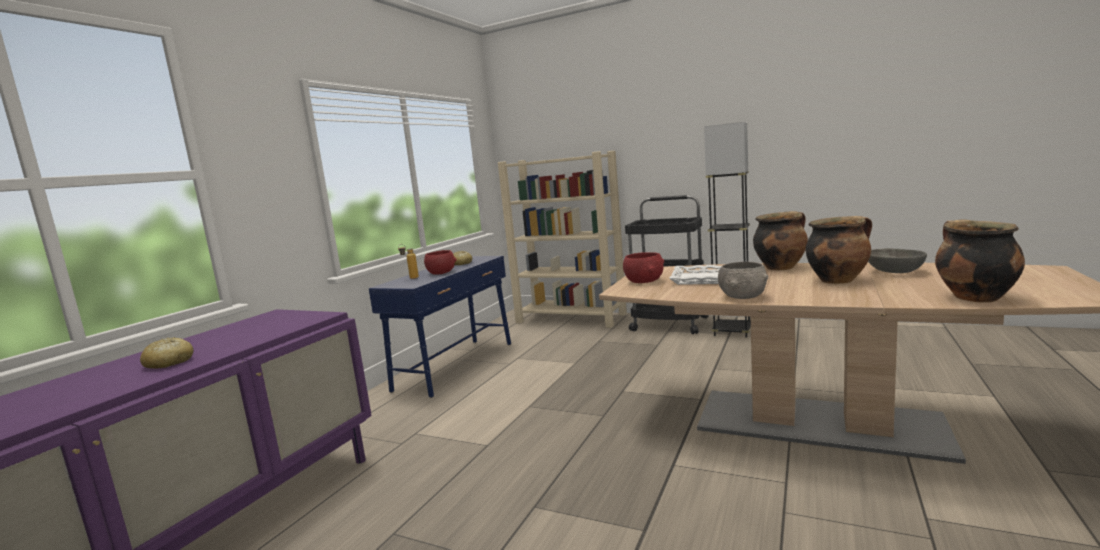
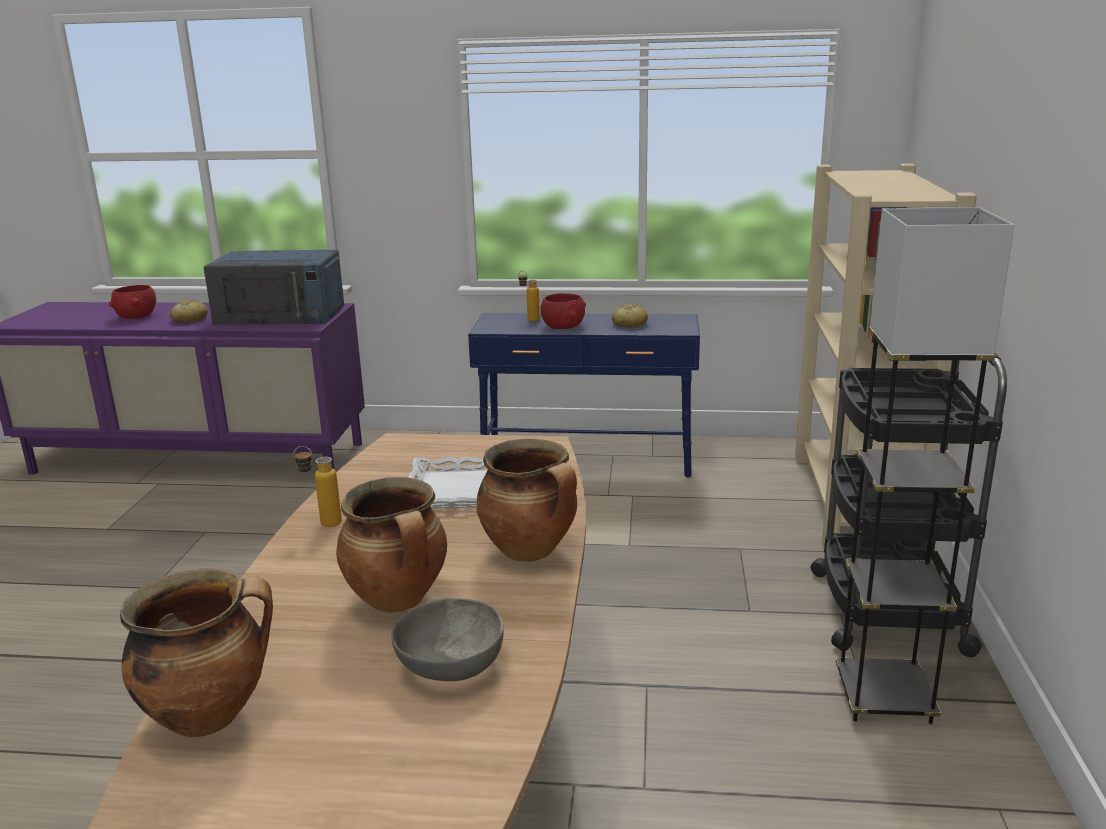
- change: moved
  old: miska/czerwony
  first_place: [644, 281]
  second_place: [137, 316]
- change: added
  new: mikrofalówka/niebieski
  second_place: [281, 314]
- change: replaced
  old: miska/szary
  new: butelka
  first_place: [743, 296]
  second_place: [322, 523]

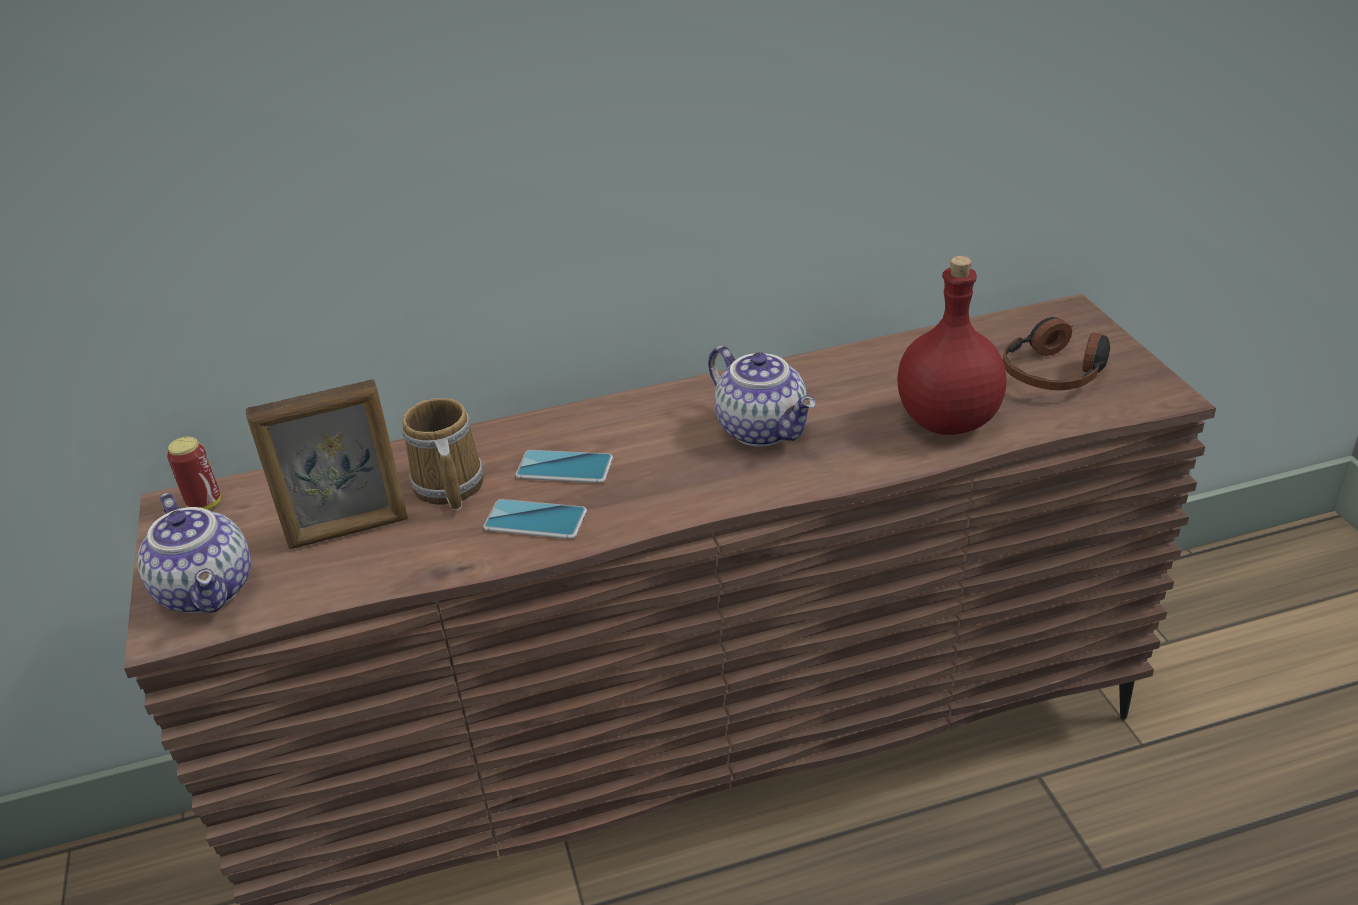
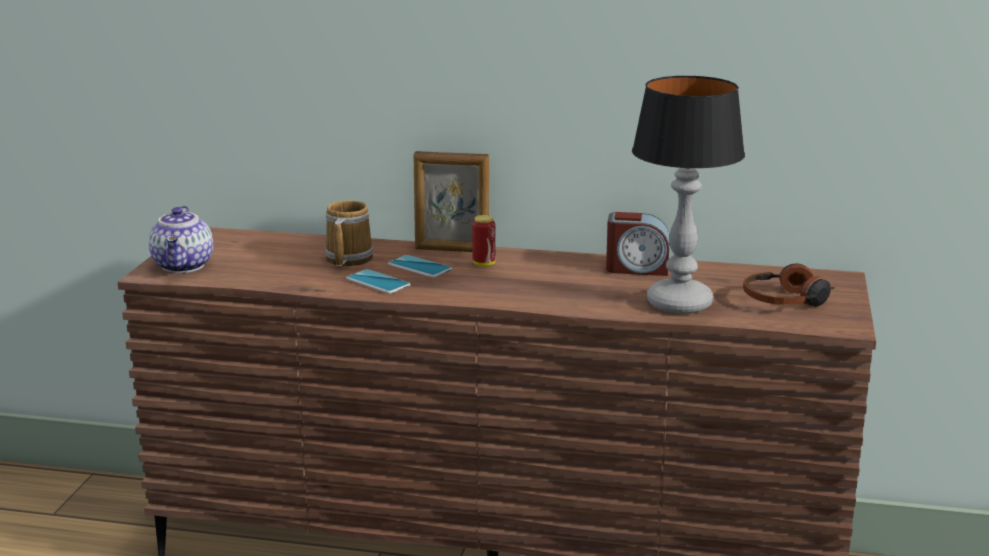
- change: moved
  old: ramka na zdjęcie
  first_place: [349, 531]
  second_place: [451, 250]
- change: moved
  old: puszka
  first_place: [204, 504]
  second_place: [484, 264]
- change: added
  new: budzik
  second_place: [637, 268]
- change: replaced
  old: butelka/czerwony
  new: lampa stołowa
  first_place: [948, 422]
  second_place: [678, 304]
- change: removed
  old: imbryk
  first_place: [764, 429]

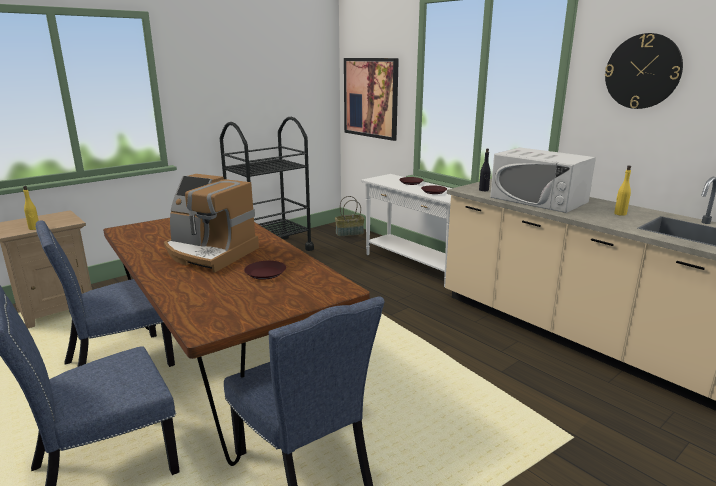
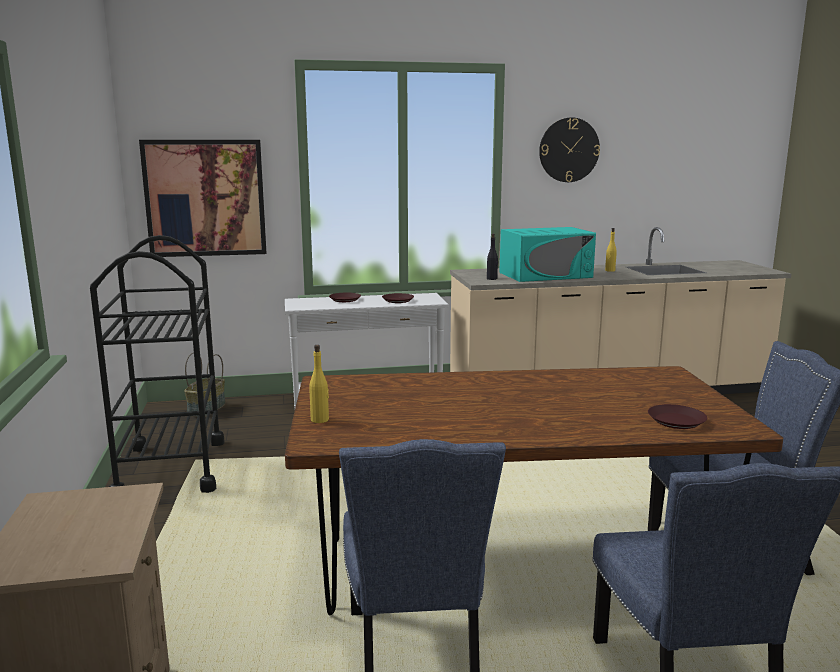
- change: moved
  old: butelka/żółty
  first_place: [34, 228]
  second_place: [320, 420]
- change: recoloured
  old: mikrofalówka/biały
  new: mikrofalówka/turkusowy
  first_place: [538, 199]
  second_place: [545, 275]
- change: moved
  old: talerz/brązowy
  first_place: [266, 273]
  second_place: [676, 421]
- change: removed
  old: ekspres do kawy
  first_place: [209, 253]

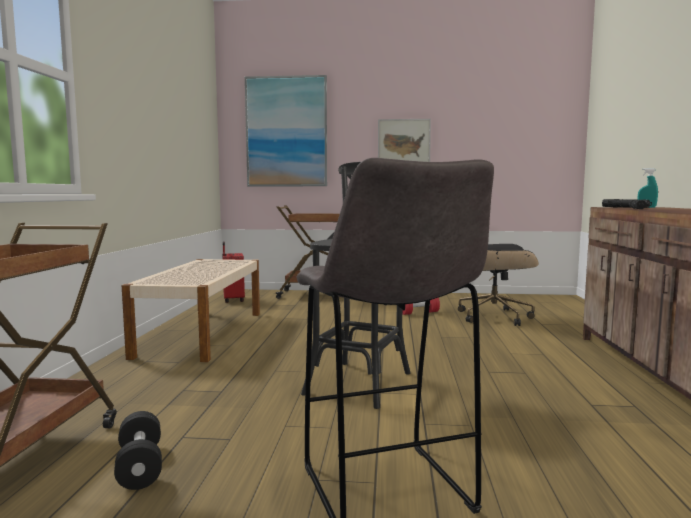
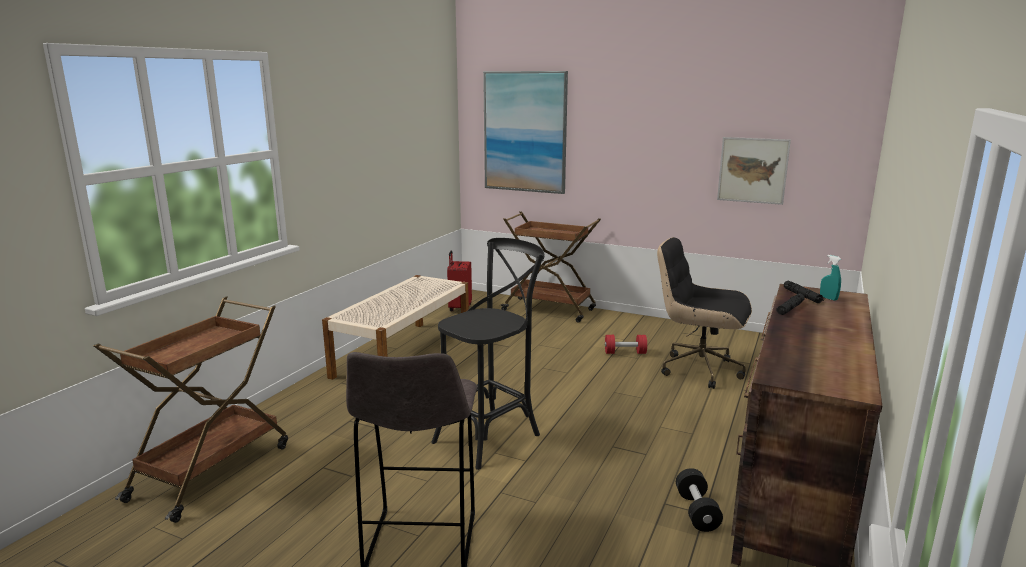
- change: moved
  old: hantel/czarny
  first_place: [140, 466]
  second_place: [697, 511]
- change: moved
  old: obraz
  first_place: [404, 145]
  second_place: [752, 170]

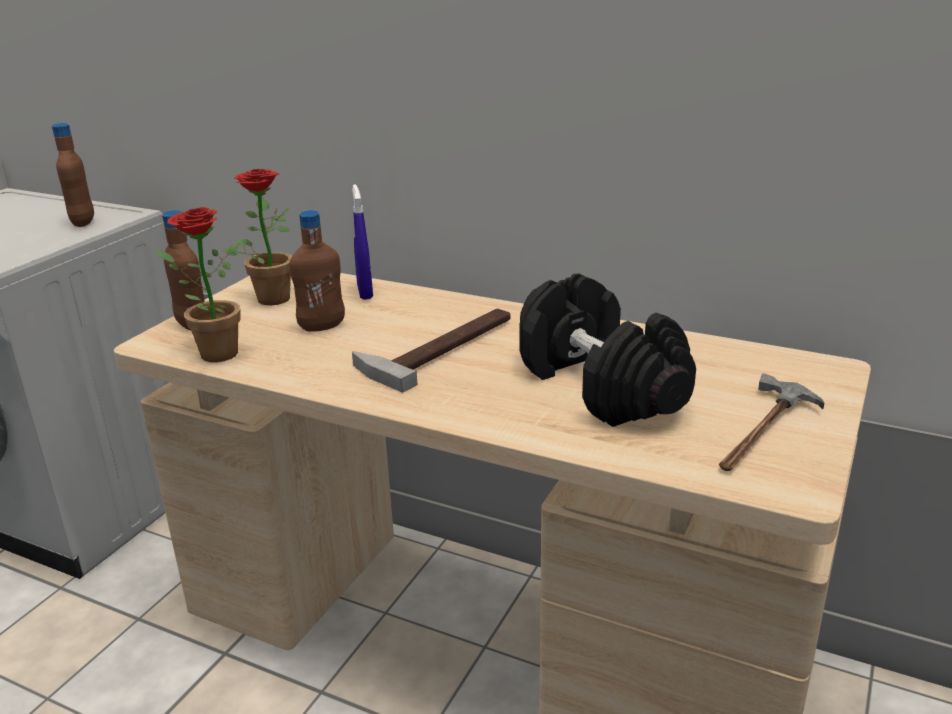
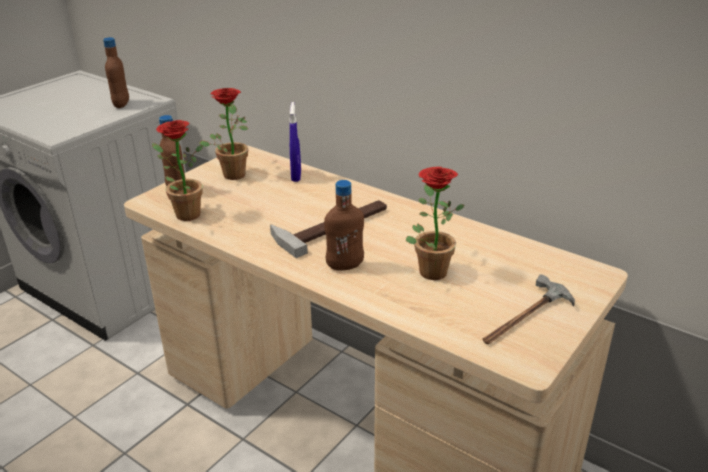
- change: moved
  old: butelka/brązowy
  first_place: [322, 326]
  second_place: [345, 266]
- change: replaced
  old: hantel/czarny
  new: roślina doniczkowa
  first_place: [602, 386]
  second_place: [429, 269]

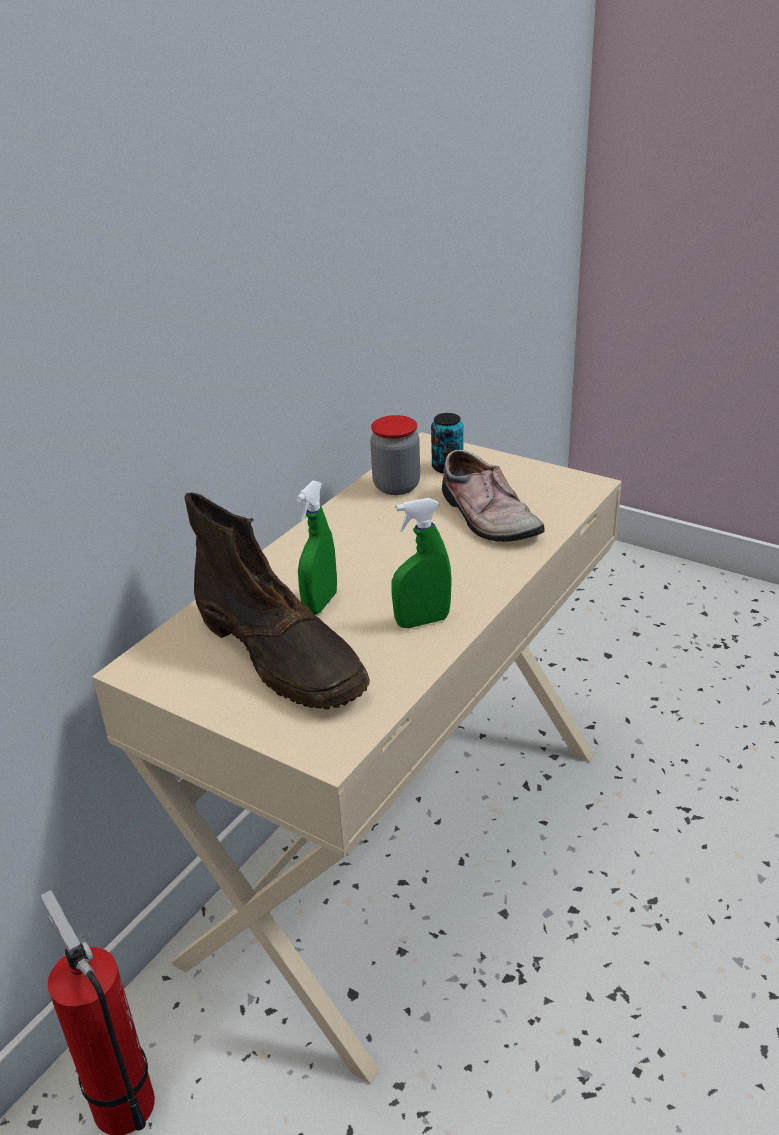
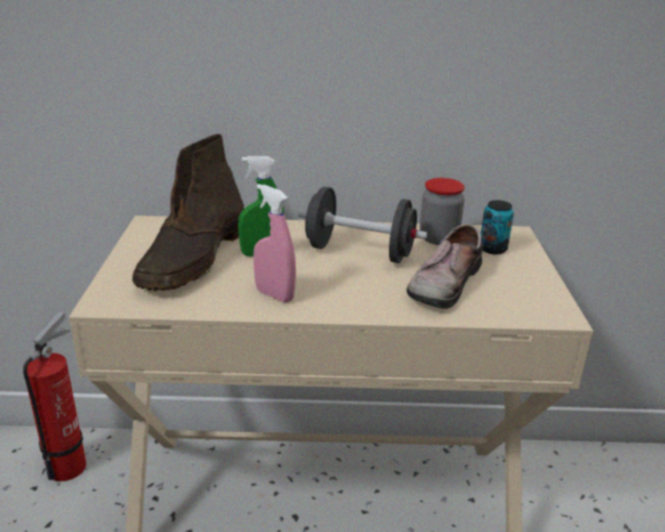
- change: recoloured
  old: spryskiwacz/zielony
  new: spryskiwacz/różowy
  first_place: [422, 621]
  second_place: [274, 295]
- change: added
  new: hantel/czarny
  second_place: [359, 252]

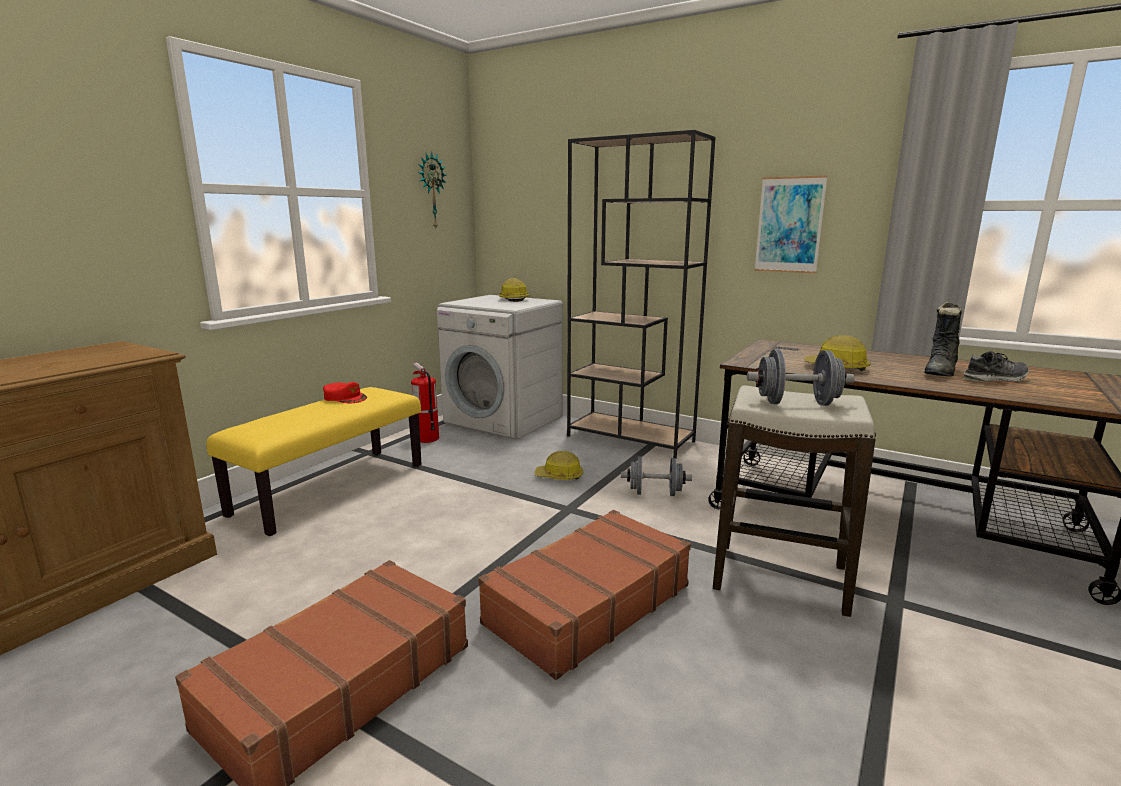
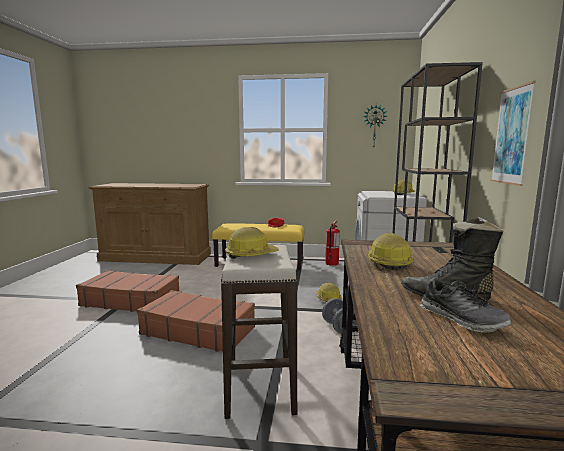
- change: replaced
  old: hantel/szary
  new: kask
  first_place: [796, 403]
  second_place: [251, 255]

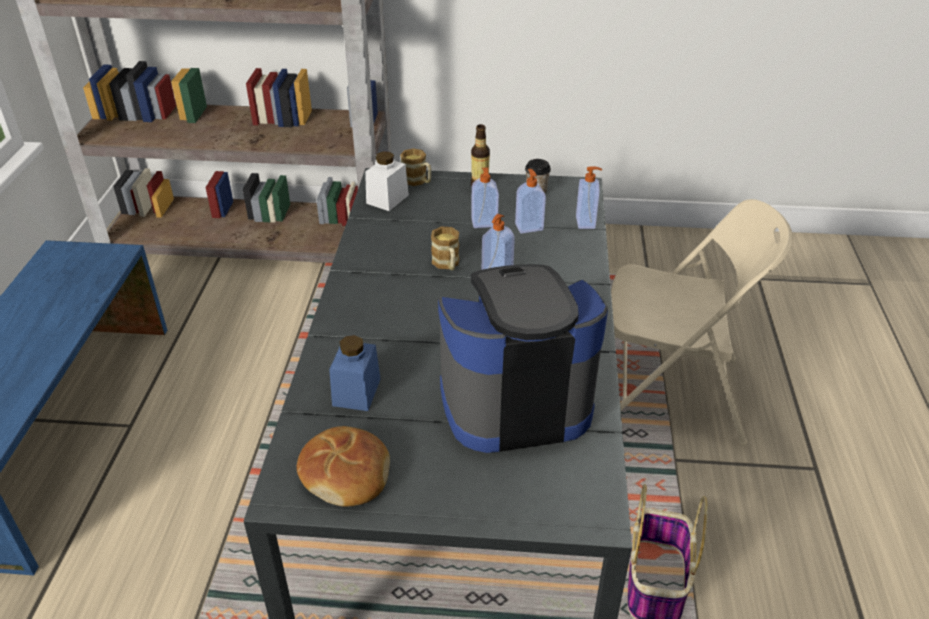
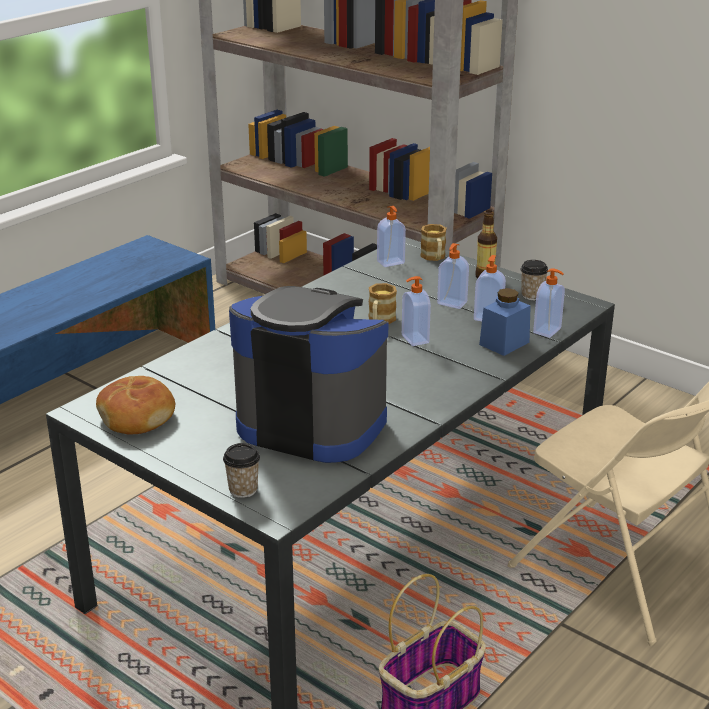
- change: added
  new: filiżanka
  second_place: [243, 489]
- change: replaced
  old: słoik/biały
  new: dozownik mydła
  first_place: [387, 199]
  second_place: [391, 262]
- change: moved
  old: słoik/niebieski
  first_place: [356, 392]
  second_place: [504, 343]

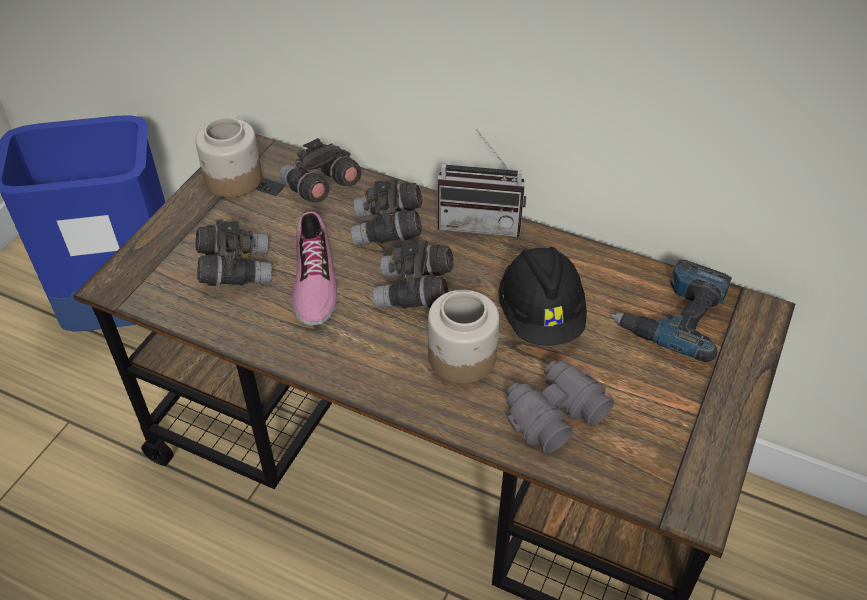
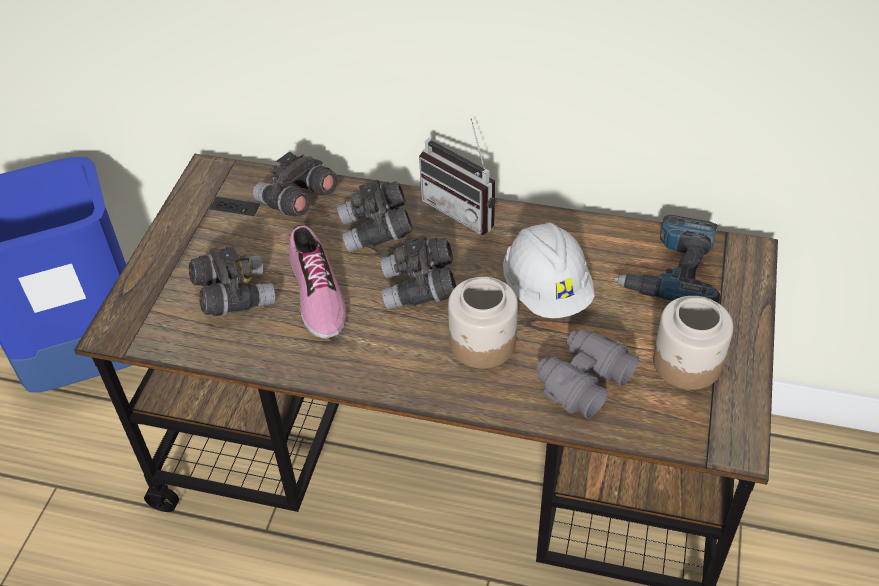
- change: turned
  old: radio
  first_place: [480, 222]
  second_place: [464, 209]
  degrees: 45
- change: recoloured
  old: kask/czarny
  new: kask/biały
  first_place: [541, 316]
  second_place: [546, 291]
- change: moved
  old: słoik
  first_place: [233, 179]
  second_place: [687, 364]

